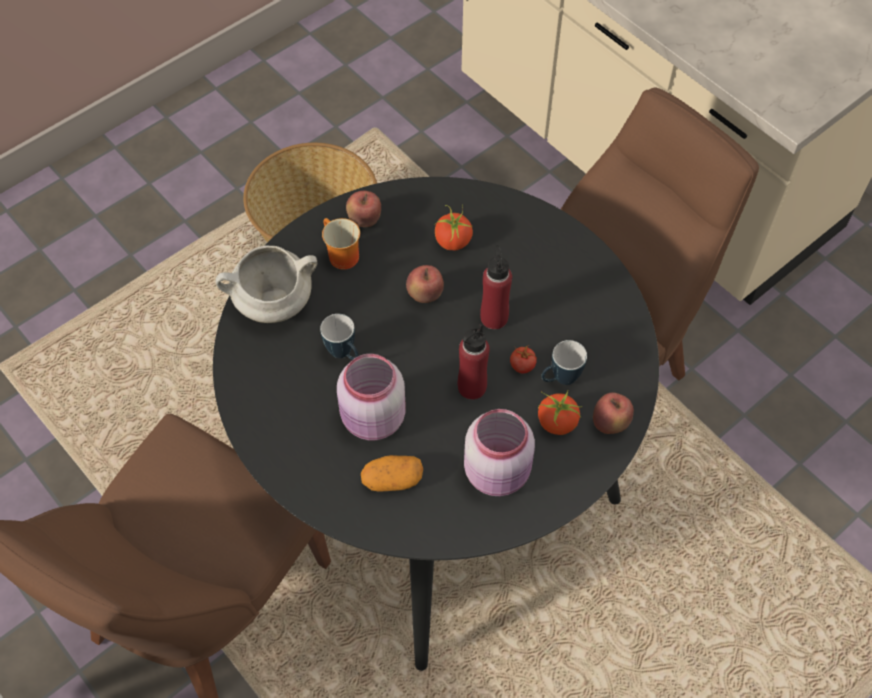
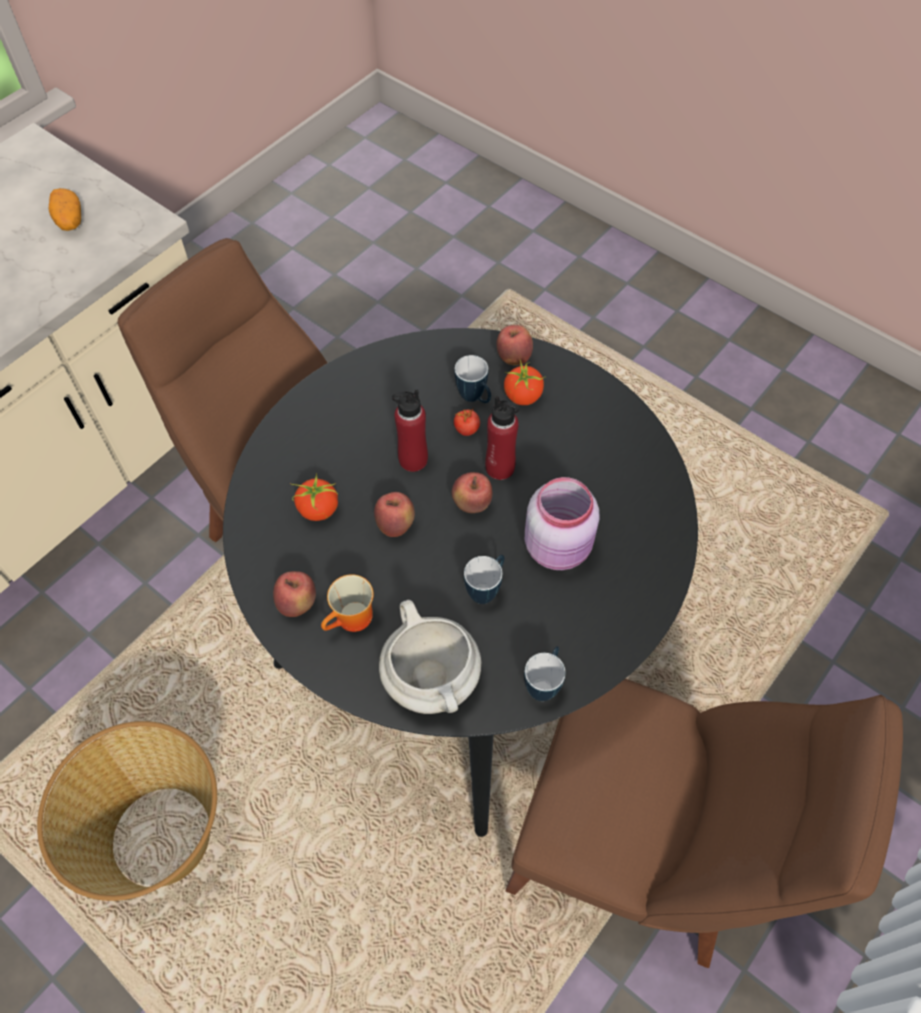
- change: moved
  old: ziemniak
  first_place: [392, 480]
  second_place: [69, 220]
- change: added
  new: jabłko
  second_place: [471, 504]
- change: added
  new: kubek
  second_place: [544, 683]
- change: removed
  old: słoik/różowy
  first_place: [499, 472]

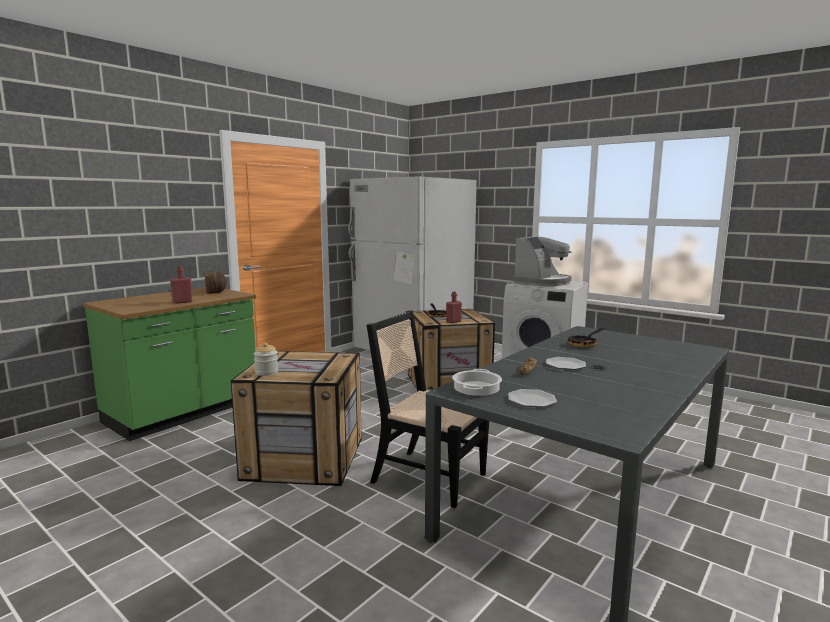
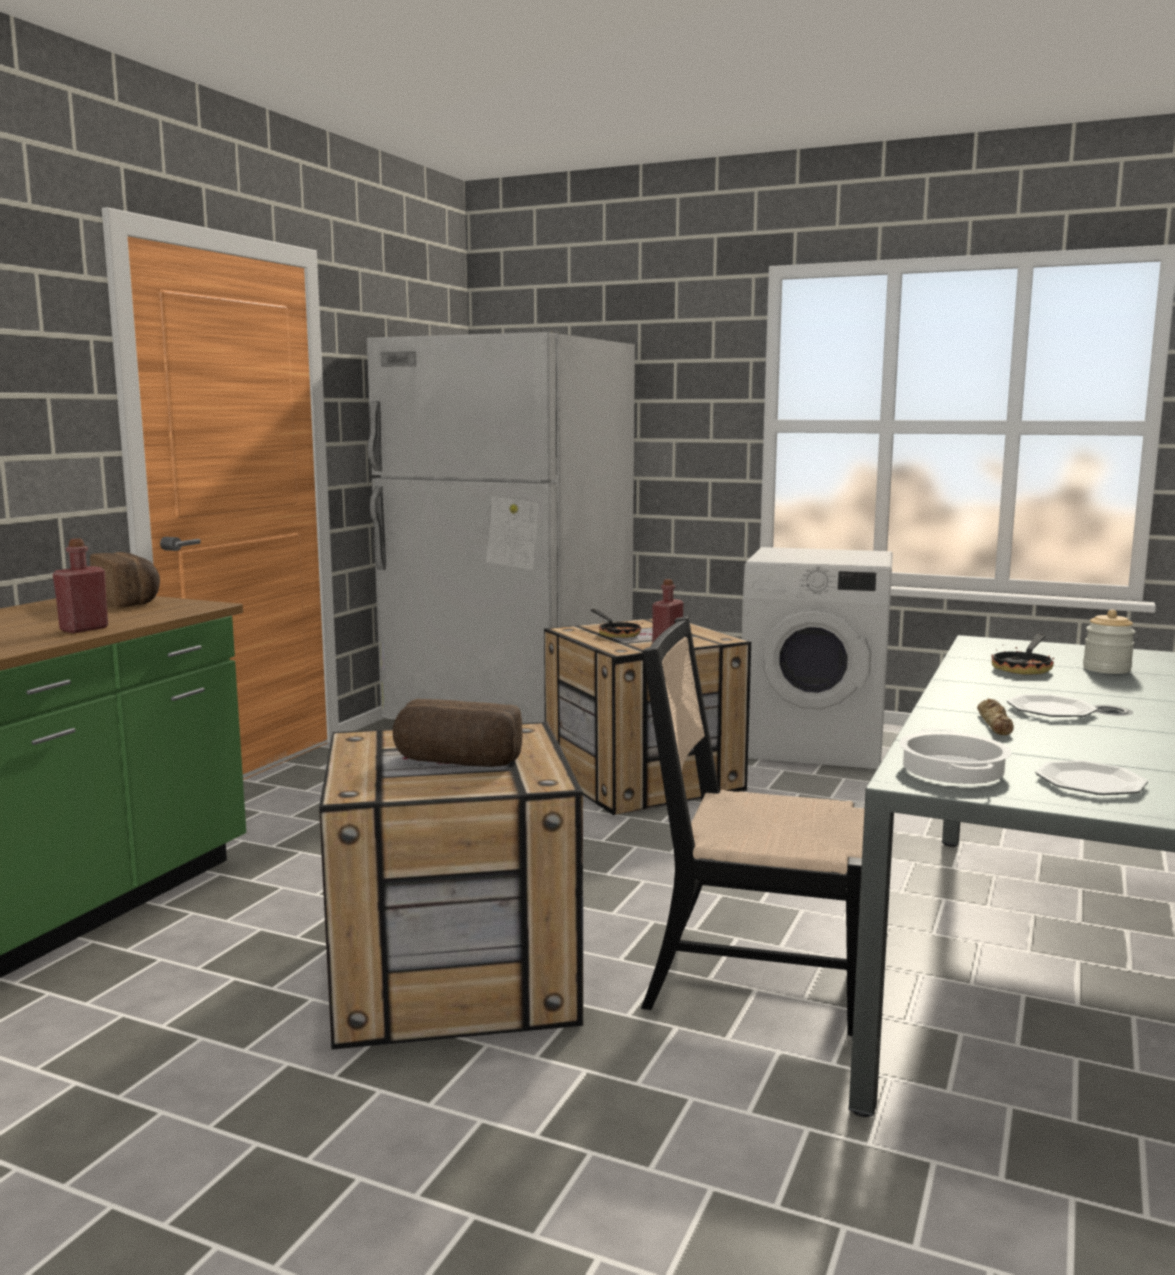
- change: added
  new: chleb
  second_place: [456, 762]
- change: moved
  old: słoik
  first_place: [266, 372]
  second_place: [1106, 669]
- change: removed
  old: ekspres do kawy
  first_place: [542, 282]

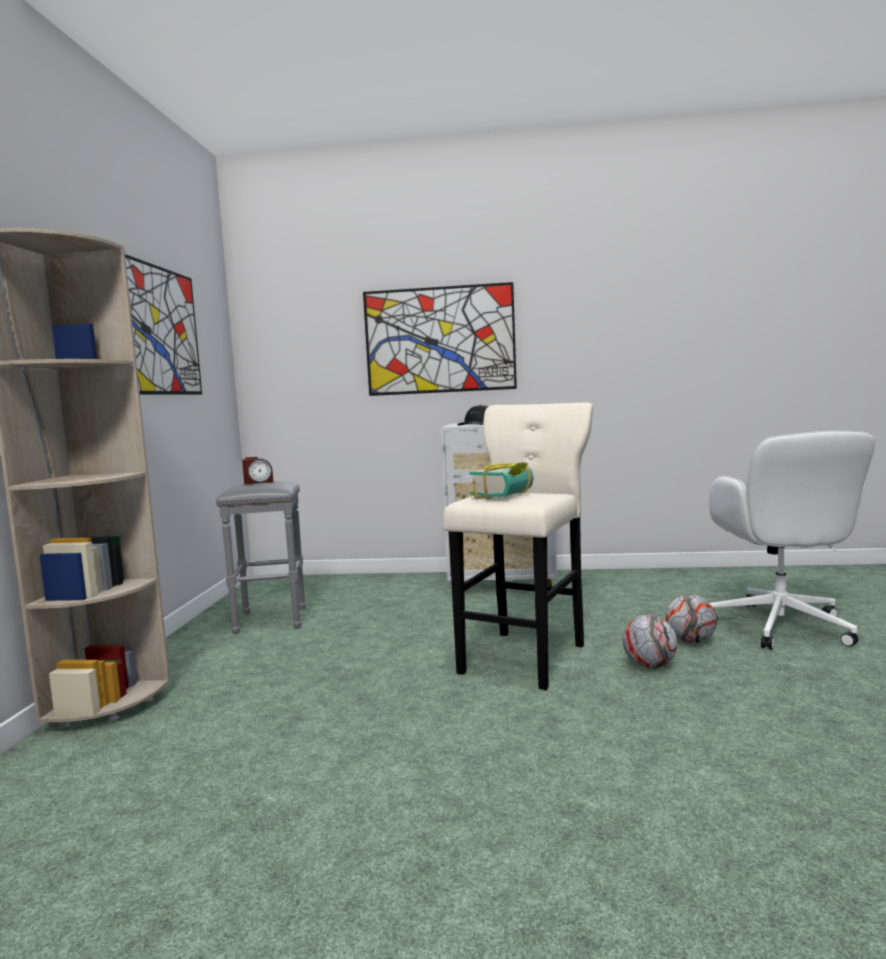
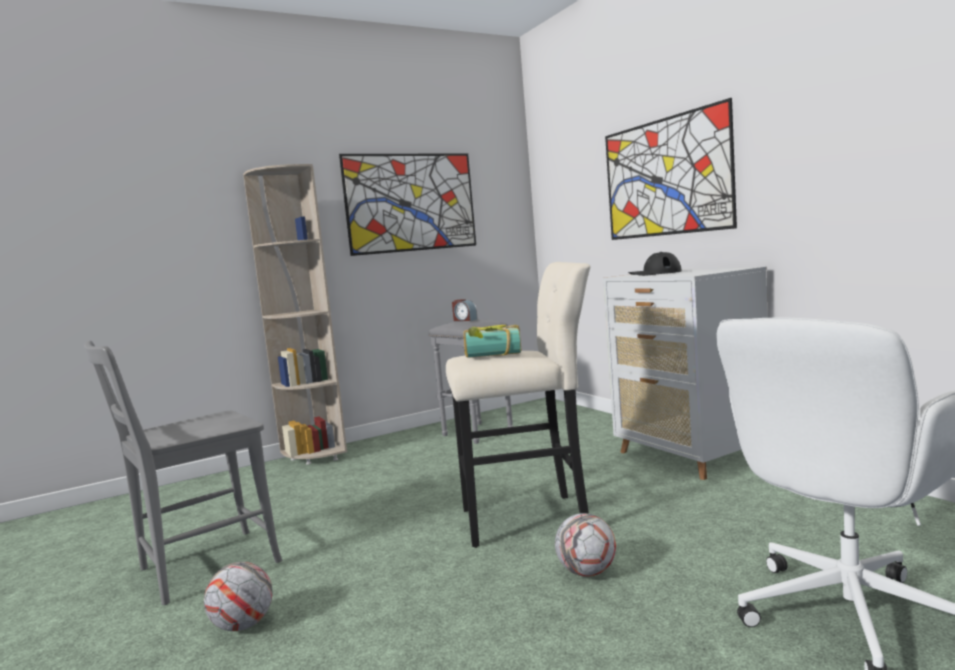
- change: added
  new: krzesło/szary
  second_place: [201, 568]
- change: moved
  old: piłka futbolowa
  first_place: [690, 641]
  second_place: [243, 625]

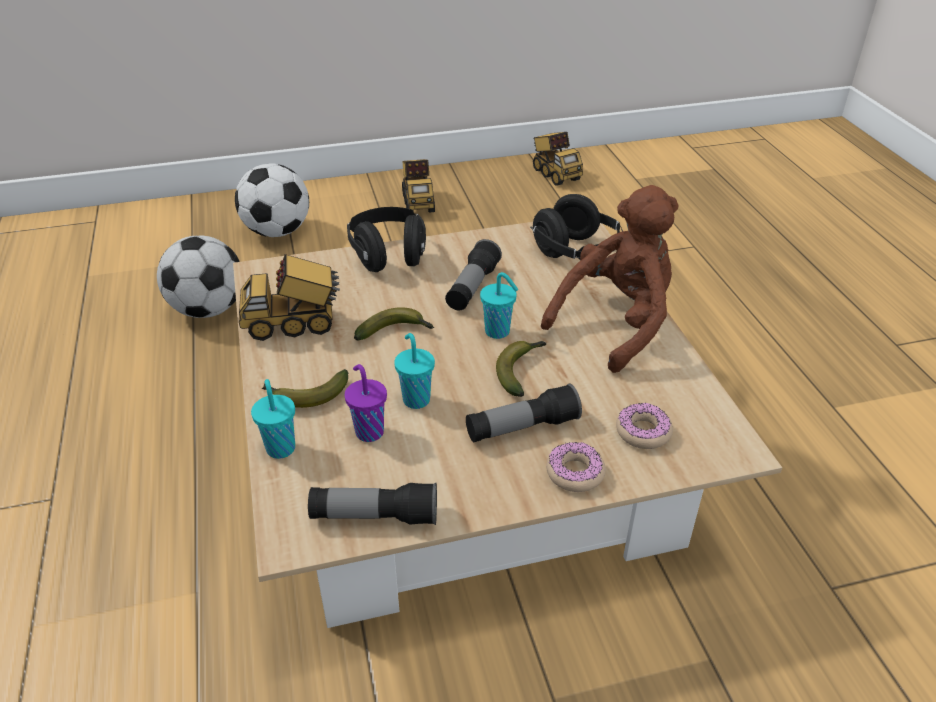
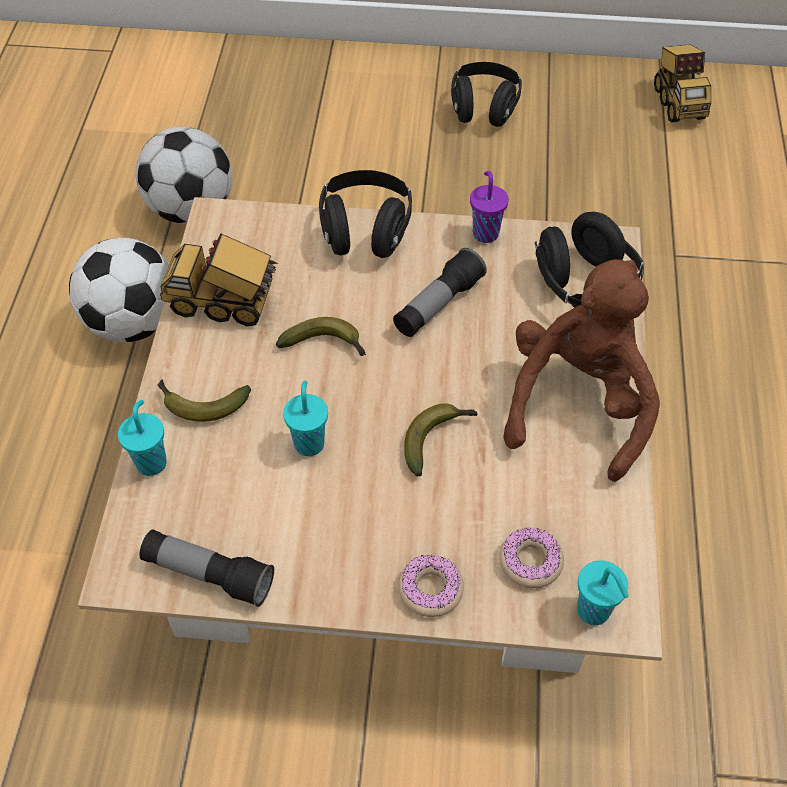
- change: moved
  old: piłka futbolowa
  first_place: [277, 232]
  second_place: [133, 323]
- change: replaced
  old: ciężarówka zabawkowa
  new: słuchawki/czarny
  first_place: [418, 202]
  second_place: [484, 108]
- change: moved
  old: filiżanka/fioletowy
  first_place: [368, 431]
  second_place: [485, 232]
- change: turned
  old: pluszak/brązowy
  first_place: [616, 323]
  second_place: [578, 403]
  degrees: -45
- change: moved
  old: filiżanka/turkusowy
  first_place: [498, 332]
  second_place: [594, 612]
- change: removed
  old: latarka
  first_place: [522, 428]

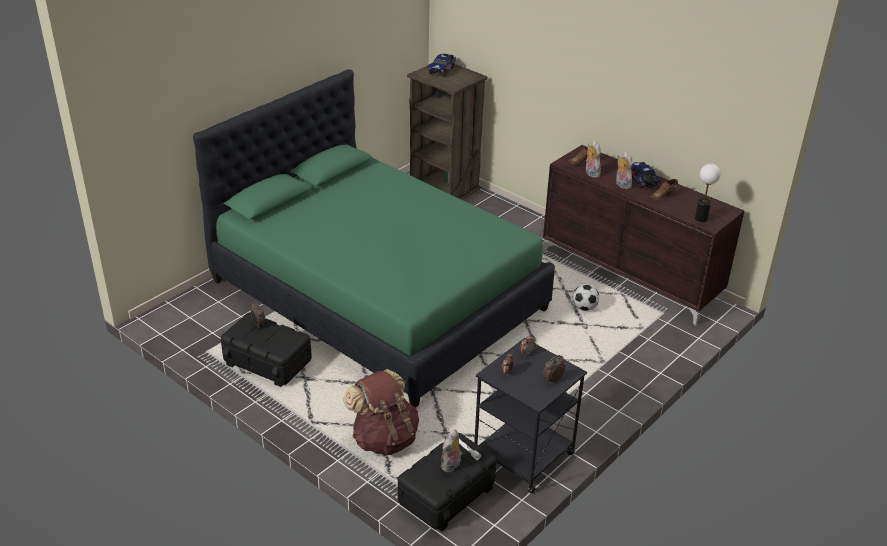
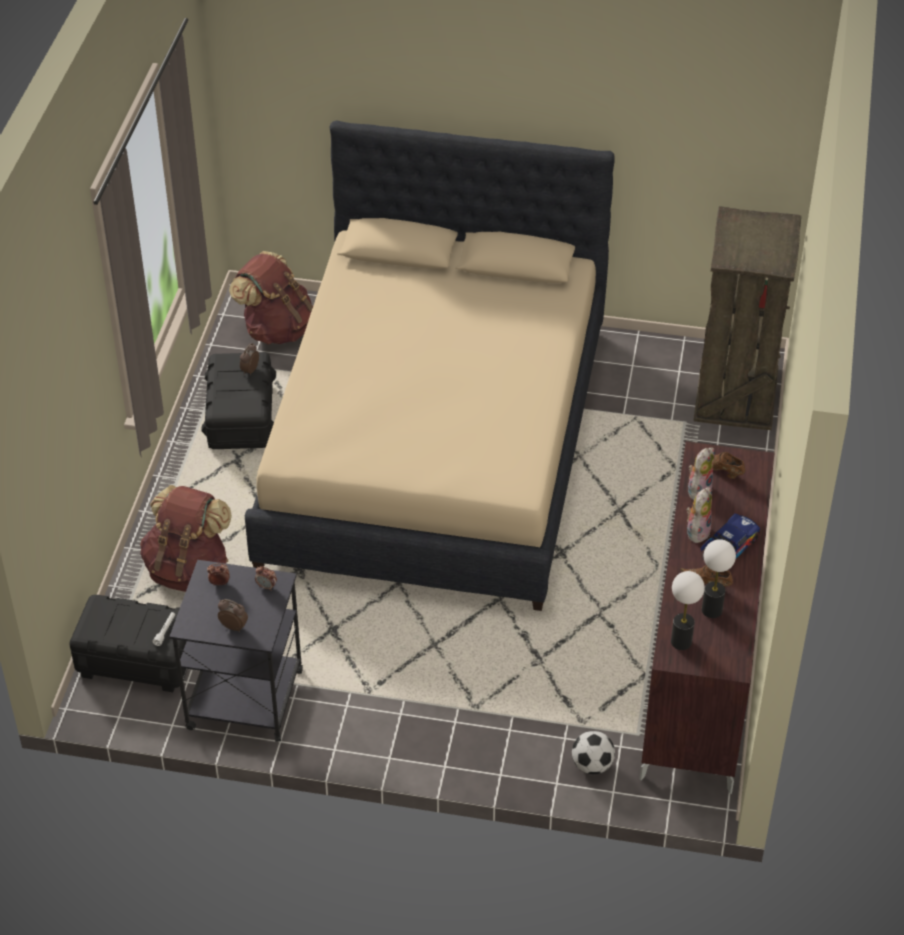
- change: added
  new: plecak/brązowy
  second_place: [276, 329]
- change: recoloured
  old: łóżko/zielony
  new: łóżko/beżowy
  first_place: [378, 294]
  second_place: [437, 444]
- change: moved
  old: piłka futbolowa
  first_place: [584, 308]
  second_place: [592, 765]
- change: added
  new: lampa stołowa
  second_place: [711, 610]
- change: removed
  old: ciężarówka zabawkowa
  first_place: [442, 70]
- change: removed
  old: pluszak
  first_place: [451, 466]

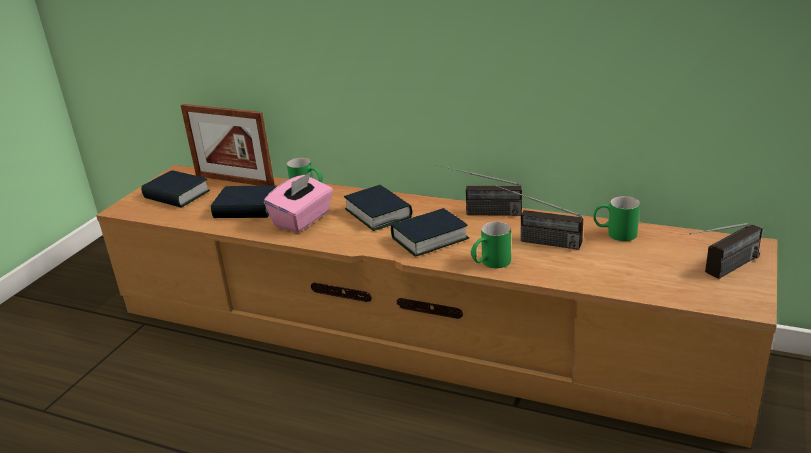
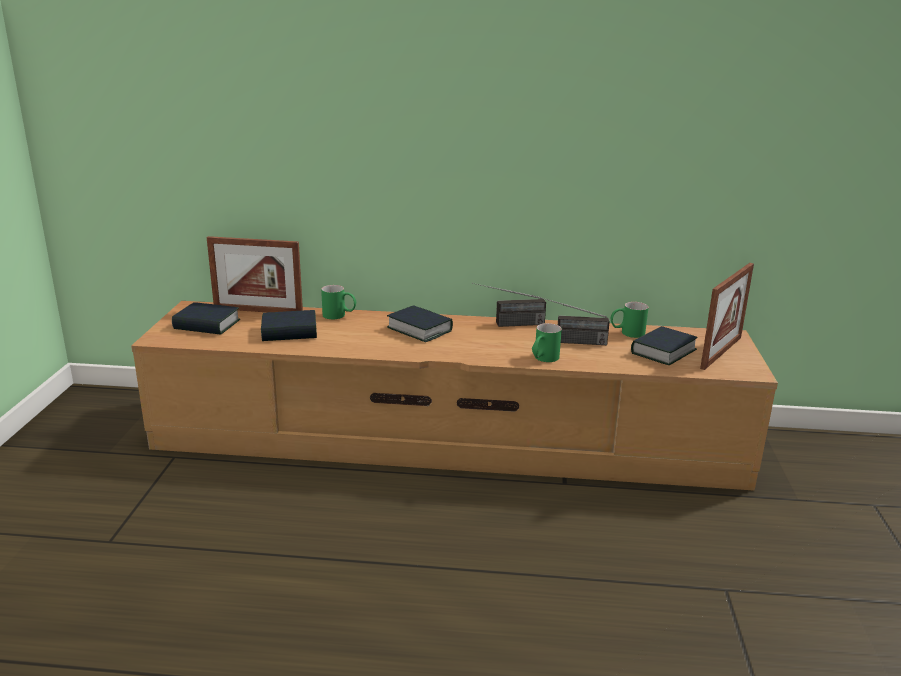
- change: moved
  old: książka
  first_place: [429, 238]
  second_place: [663, 352]
- change: replaced
  old: radio
  new: ramka na zdjęcie
  first_place: [722, 271]
  second_place: [721, 352]
- change: removed
  old: pudełko chusteczek/różowy
  first_place: [303, 219]

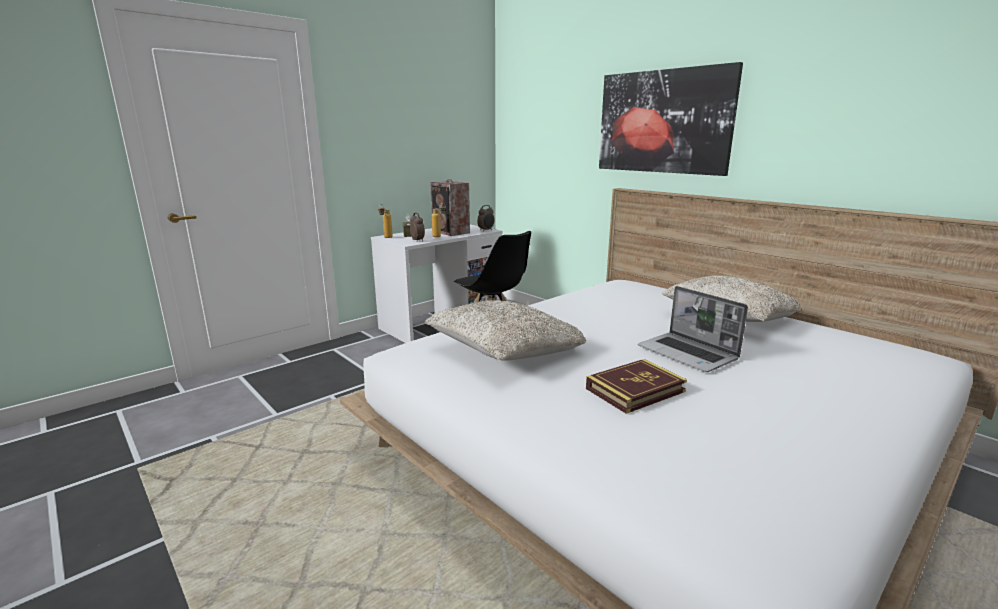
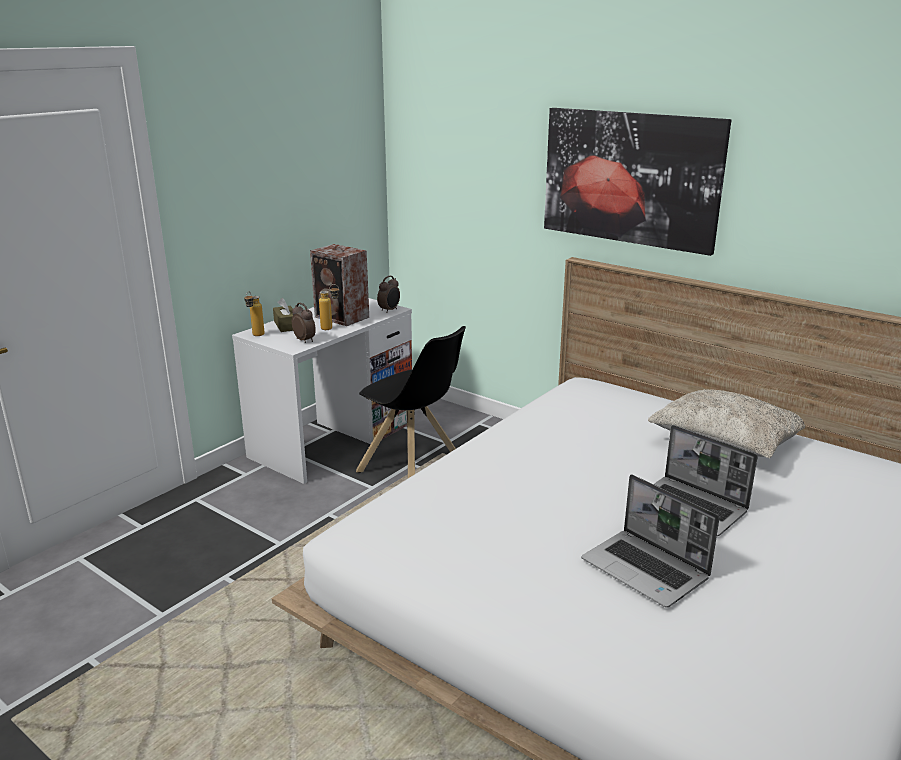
- change: replaced
  old: książka
  new: laptop
  first_place: [635, 390]
  second_place: [646, 570]
- change: removed
  old: poduszka/beżowy
  first_place: [505, 350]

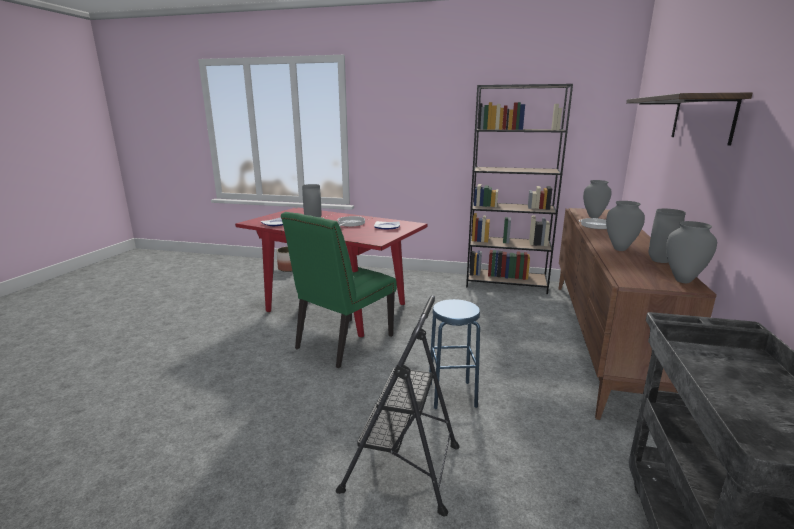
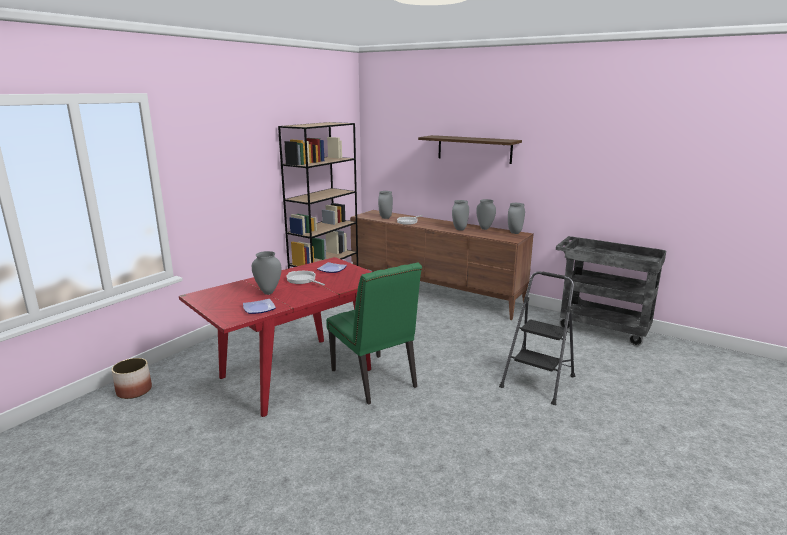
- change: removed
  old: stołek/niebieski
  first_place: [452, 395]

